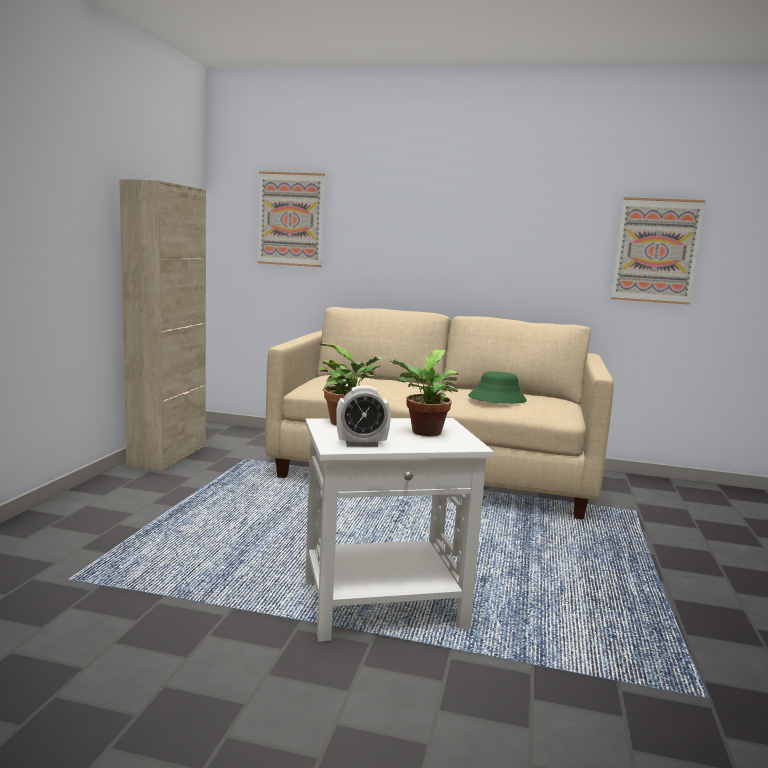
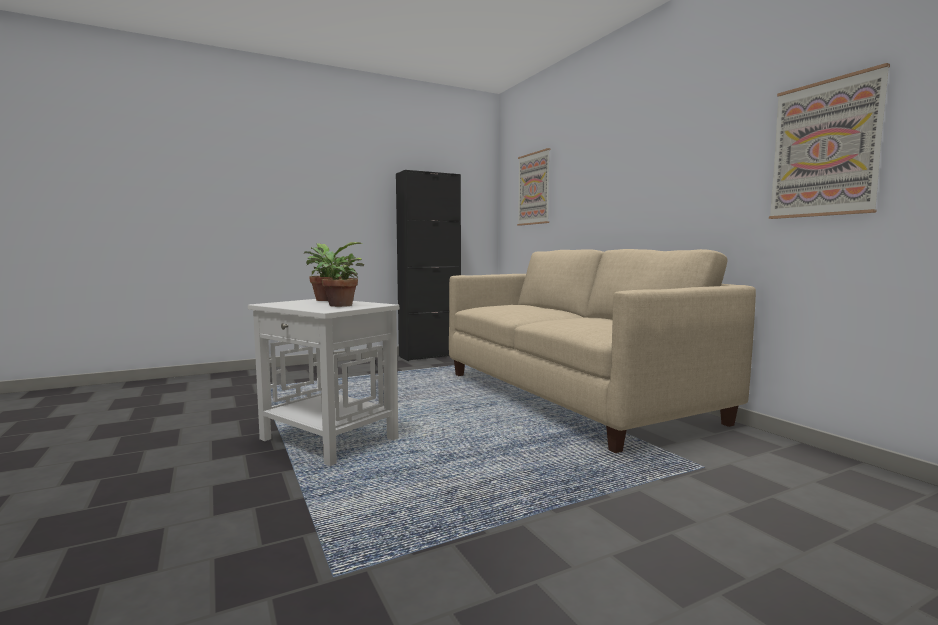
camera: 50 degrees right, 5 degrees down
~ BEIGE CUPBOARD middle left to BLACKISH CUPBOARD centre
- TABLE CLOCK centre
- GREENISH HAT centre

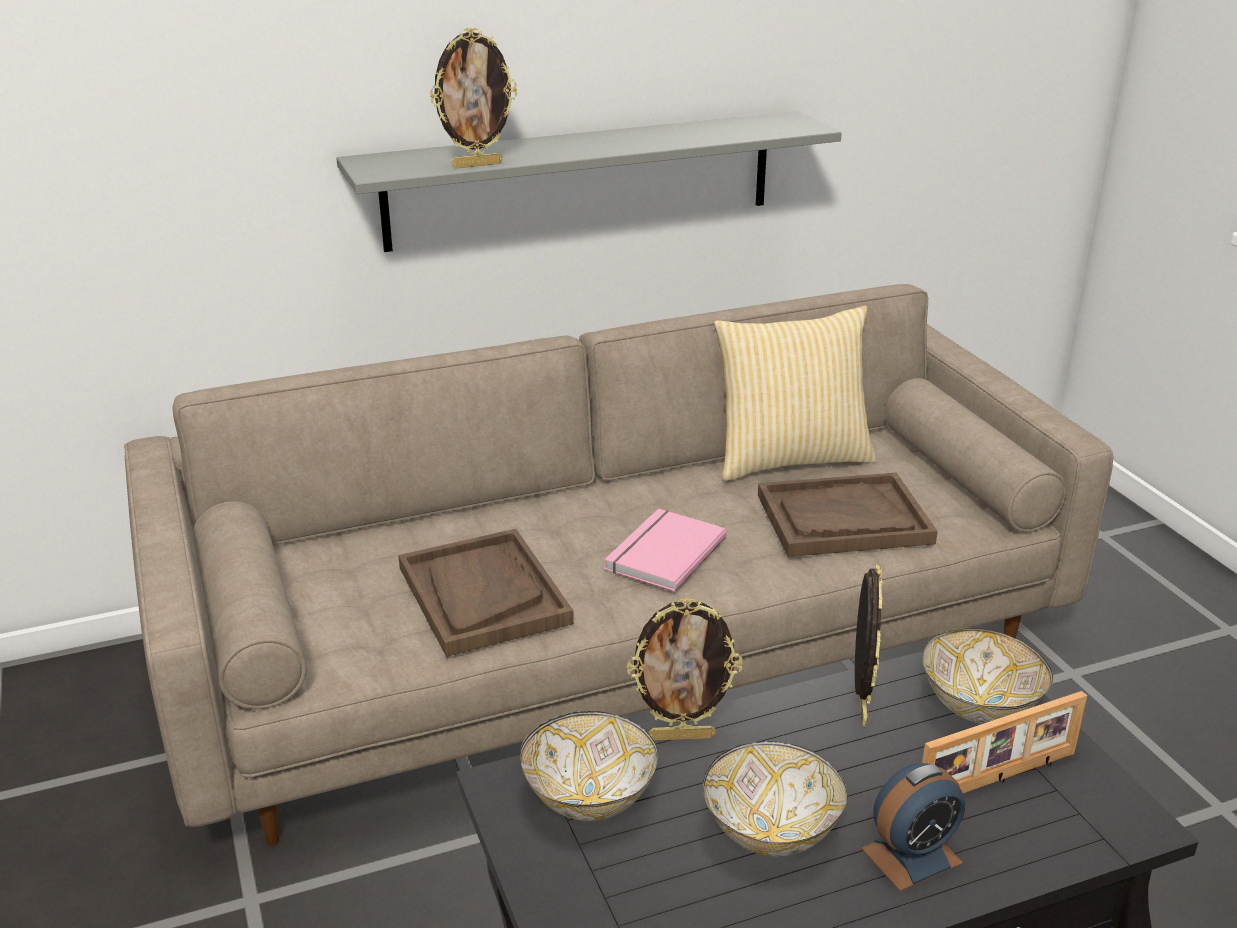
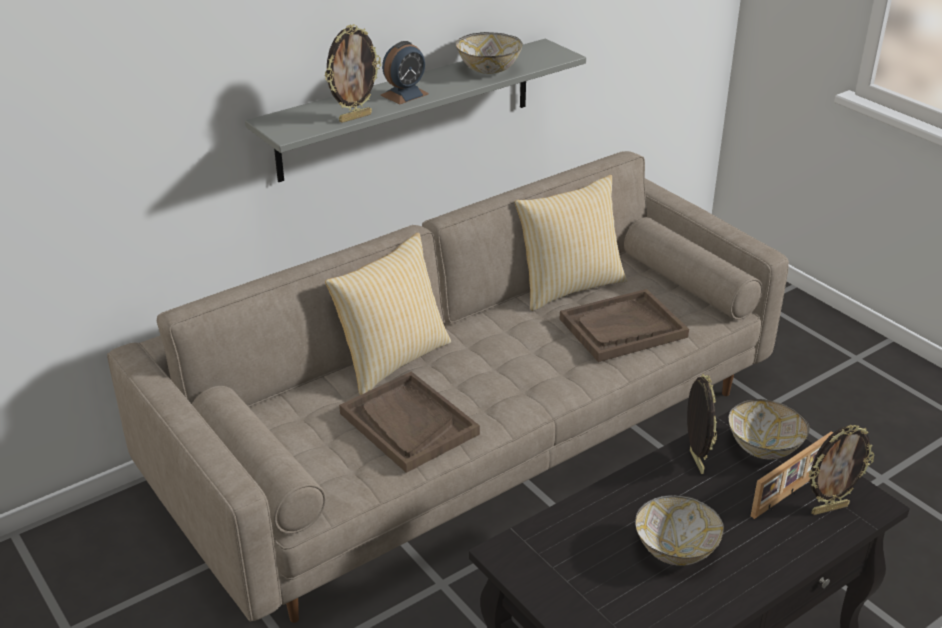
camera: 15 degrees left, 5 degrees up
~ BOWL (no. 1 from left) bottom centre to top centre
- PINK VOLUME centre
~ PHOTO FRAME (no. 2 from left in the first image) bottom centre to PHOTO FRAME (no. 4 from left) bottom right
~ TABLE CLOCK bottom right to top centre
+ THROW PILLOW (no. 1 from left) centre

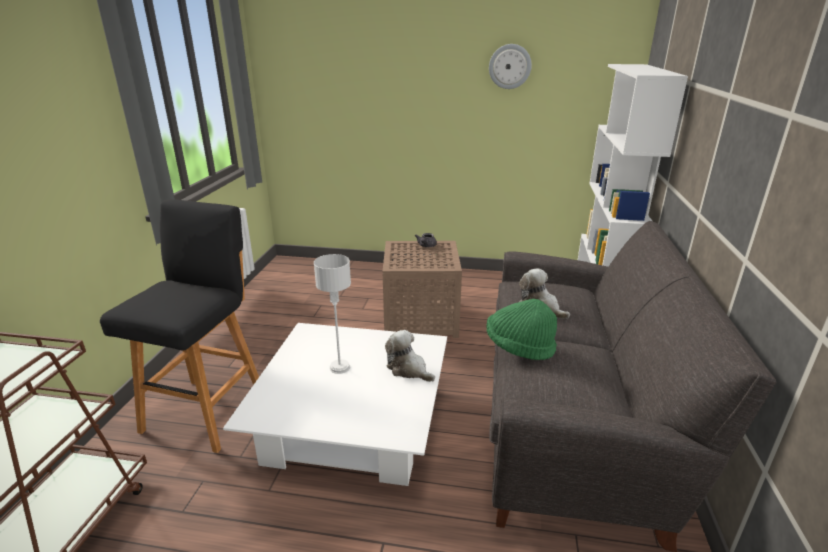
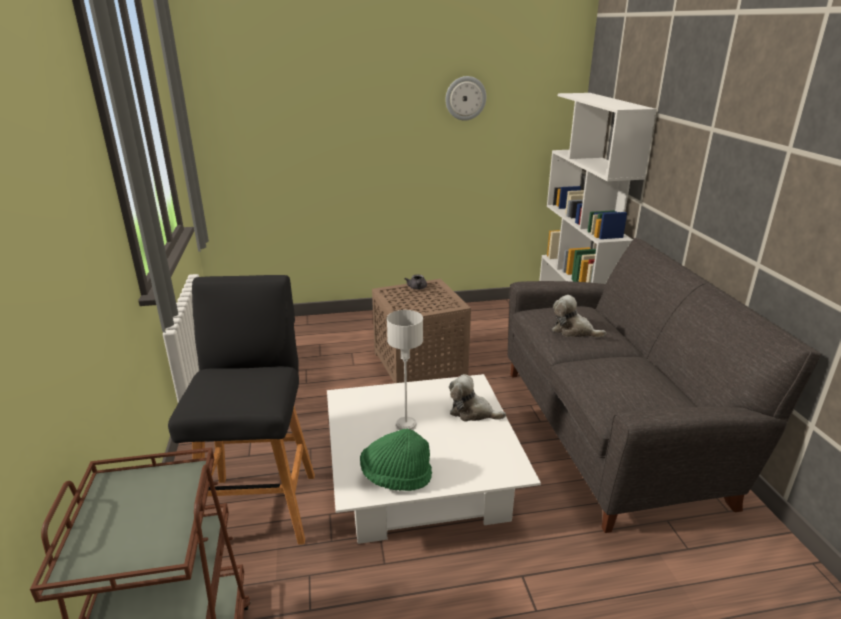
camera: 20 degrees left, 0 degrees up
~ GREENISH HAT centre to bottom centre

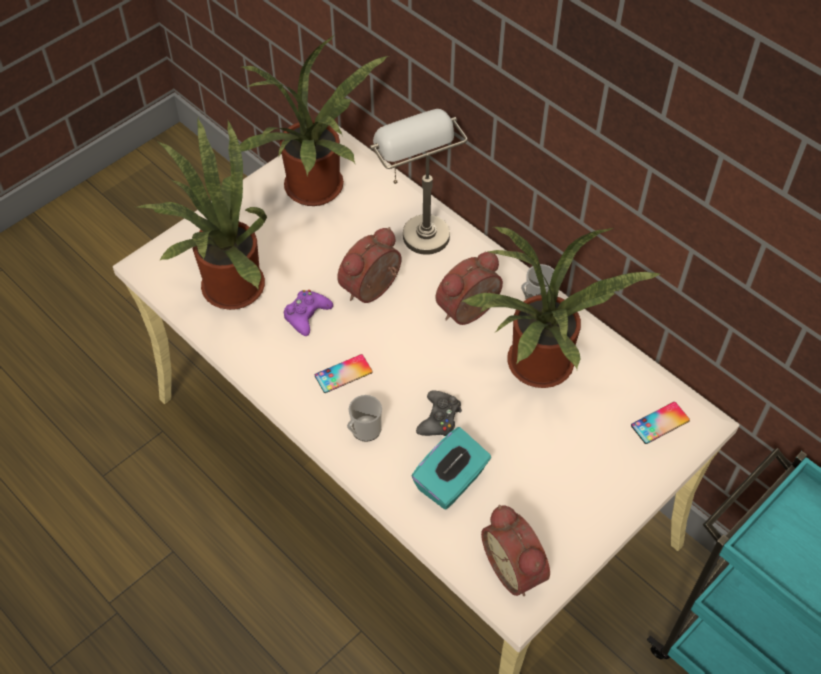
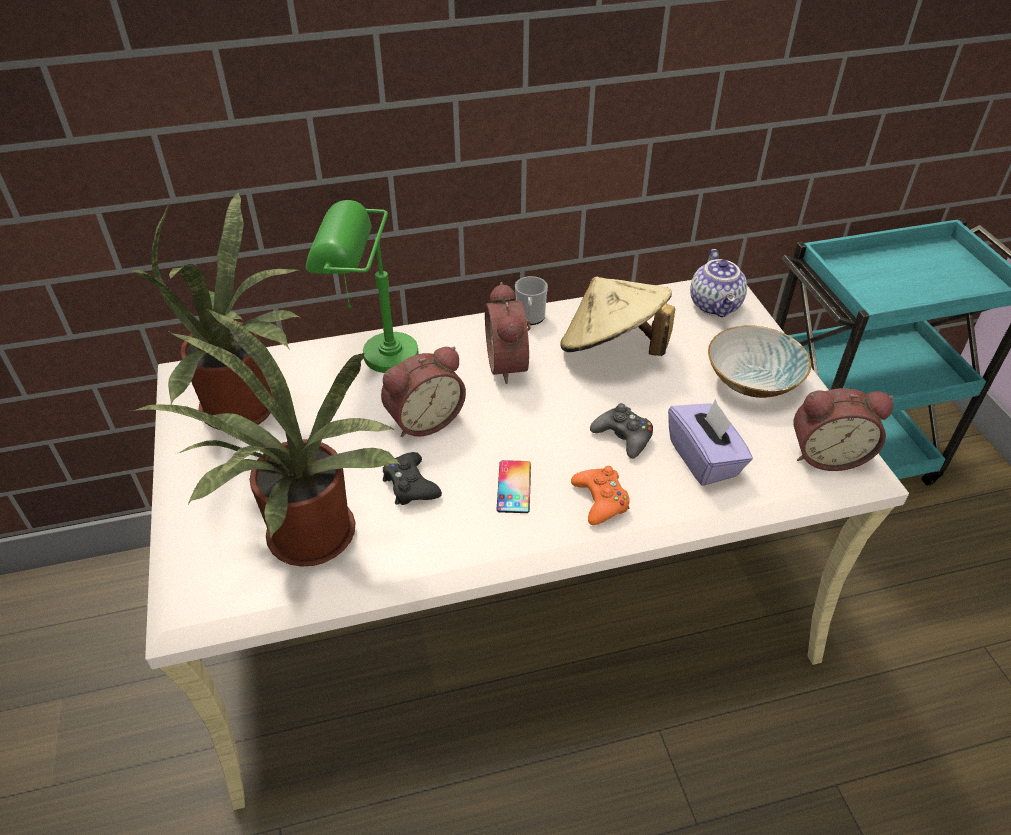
camera: 60 degrees left, 10 degrees down
~ PURPLISH GAME CONTROLLER centre to BLACKISH GAME CONTROLLER (no. 1 from left) centre
~ TABLE CLOCK (no. 1 from left) centre = centre 105 degrees counterclockwise
~ COFFEE MUG (no. 1 from left) centre to ORANGE GAME CONTROLLER centre
~ GREY TABLETOP LAMP top centre to GREENISH TABLETOP LAMP centre
~ BLUE-GREEN BOX OF TISSUES bottom centre to PURPLISH BOX OF TISSUES middle right
~ PLANT IN A POT (no. 3 from left) middle right to BEIGE HAT centre
~ PHONE (no. 2 from left) middle right to POT FOR TEA middle right
+ BOWL middle right

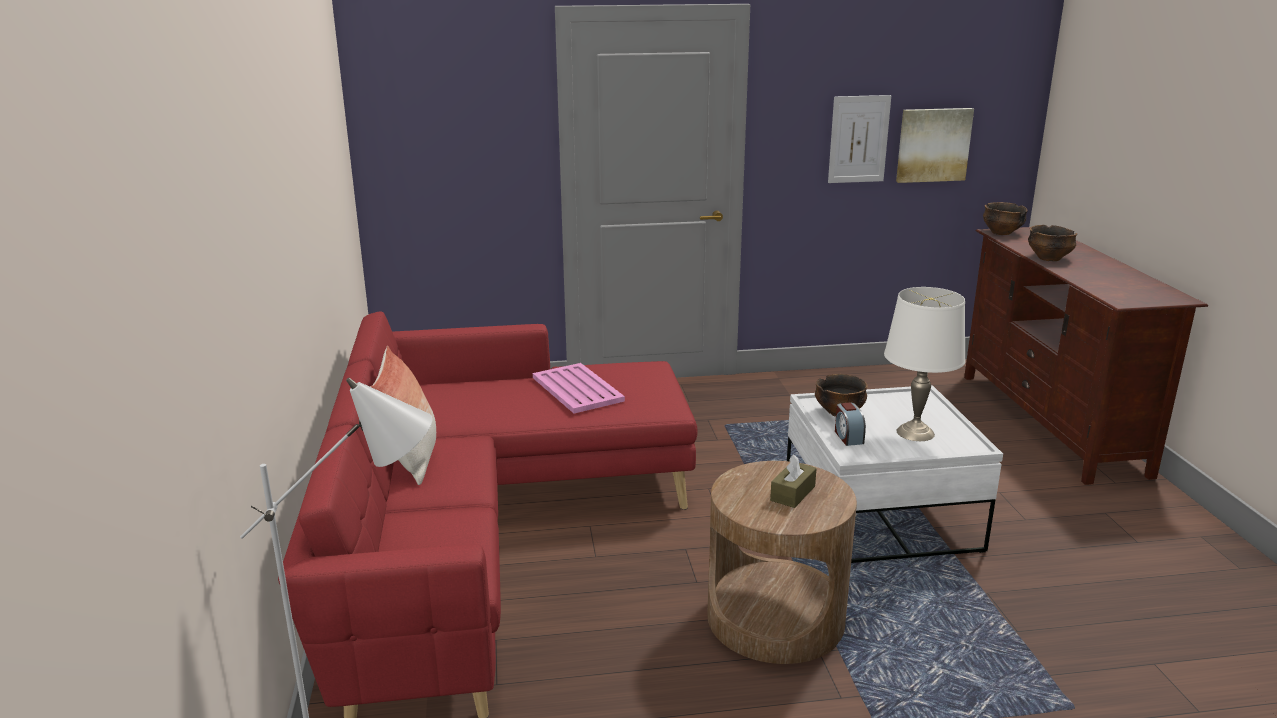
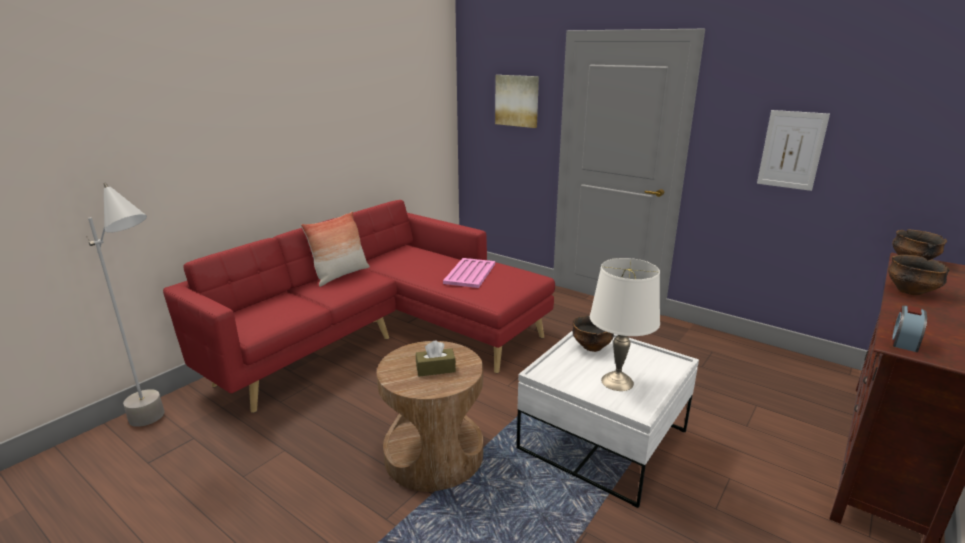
camera: 45 degrees right, 0 degrees up
~ TABLE CLOCK centre to middle right
~ PICTURE (no. 2 from left in the first image) top right to PICTURE (no. 1 from left) top centre

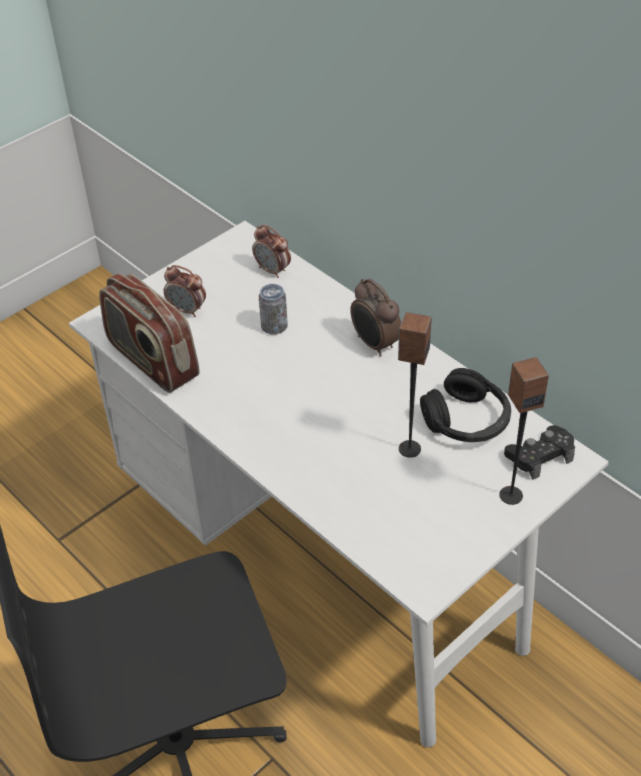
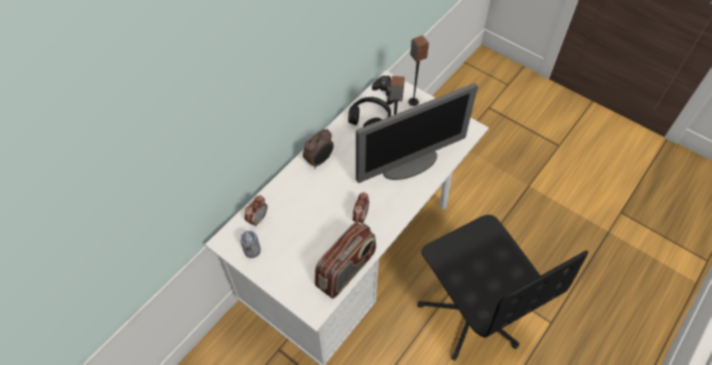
camera: 100 degrees left, 10 degrees up
~ TABLE CLOCK (no. 1 from left in the first image) middle left to TABLE CLOCK (no. 3 from left) centre
~ SEALED CAN centre to bottom centre
+ COMPUTER SCREEN centre

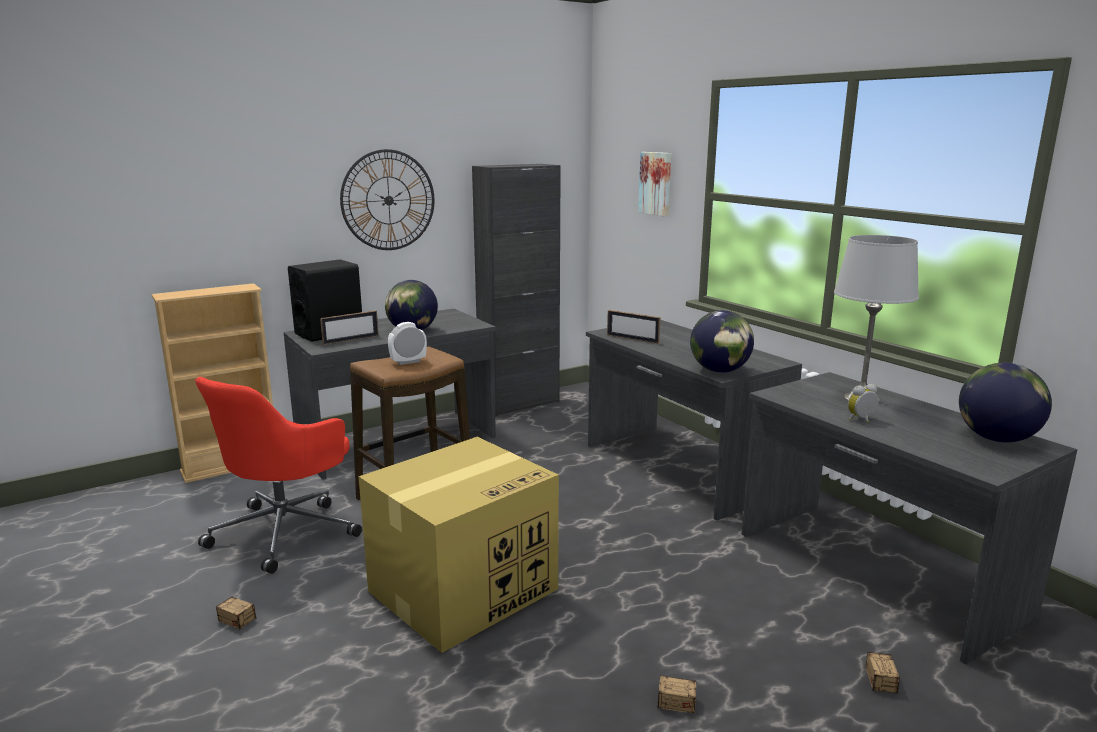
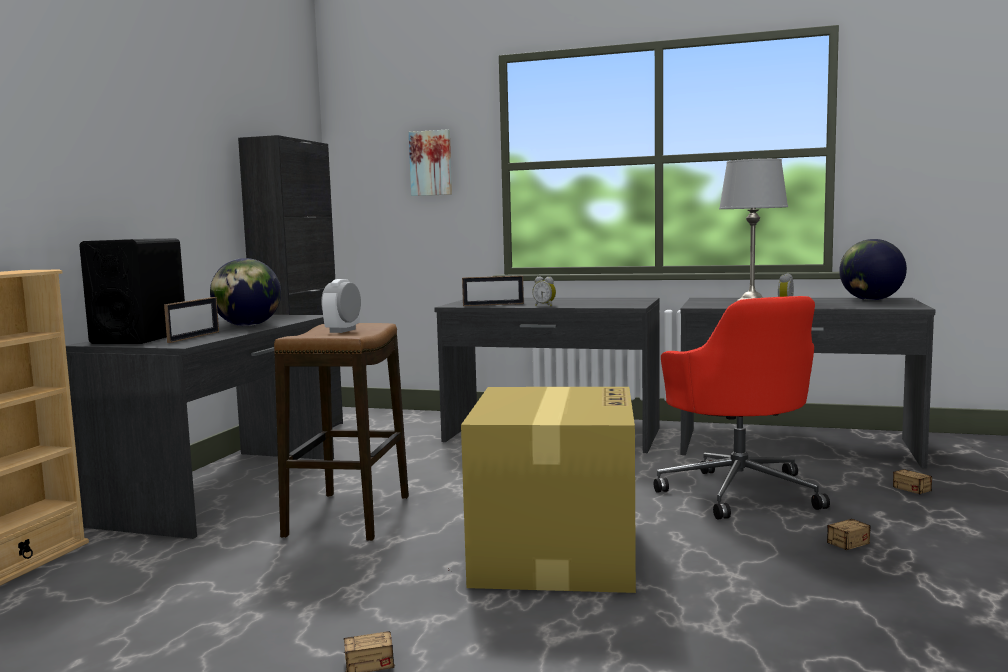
camera: 40 degrees left, 10 degrees down
~ RED-COLOURED COMPUTER CHAIR middle left to middle right
- CLOCK ON THE WALL top centre
- DESK GLOBE (no. 2 from left) centre
+ TABLE CLOCK (no. 2 from left) centre

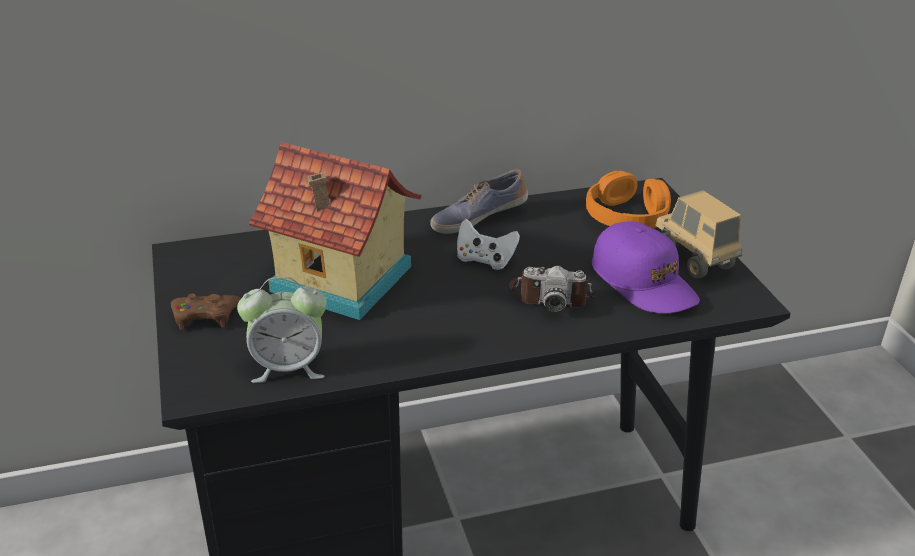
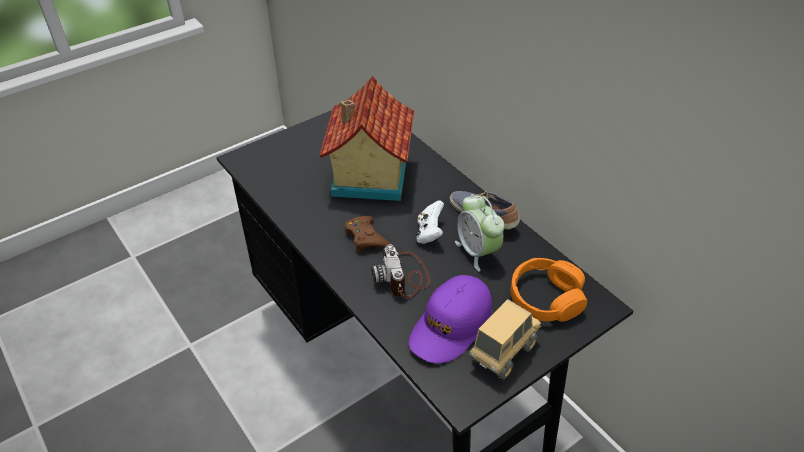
camera: 70 degrees right, 10 degrees up
~ BROWNISH GAME CONTROLLER middle left to centre
~ TABLE CLOCK middle left to centre

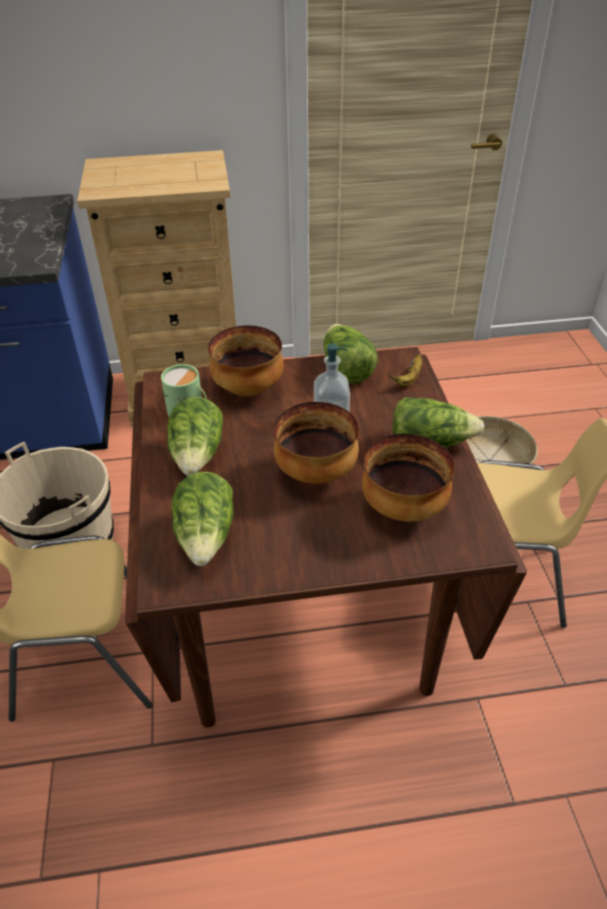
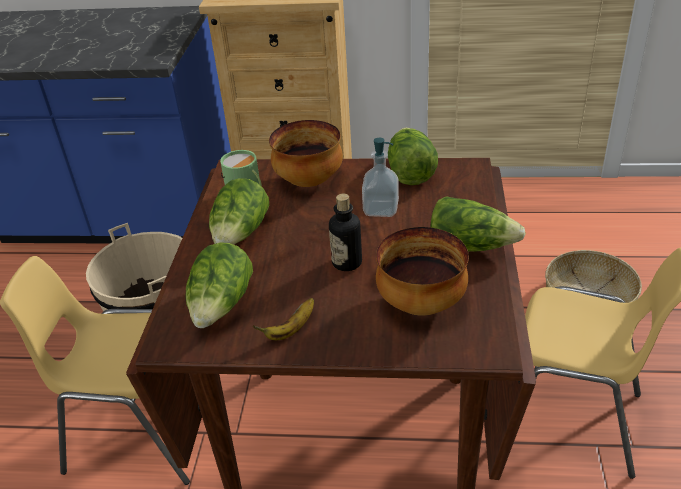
camera: 15 degrees right, 5 degrees down
~ BOWL (no. 2 from left) centre to BEVERAGE BOTTLE centre
~ BANANA middle right to centre

